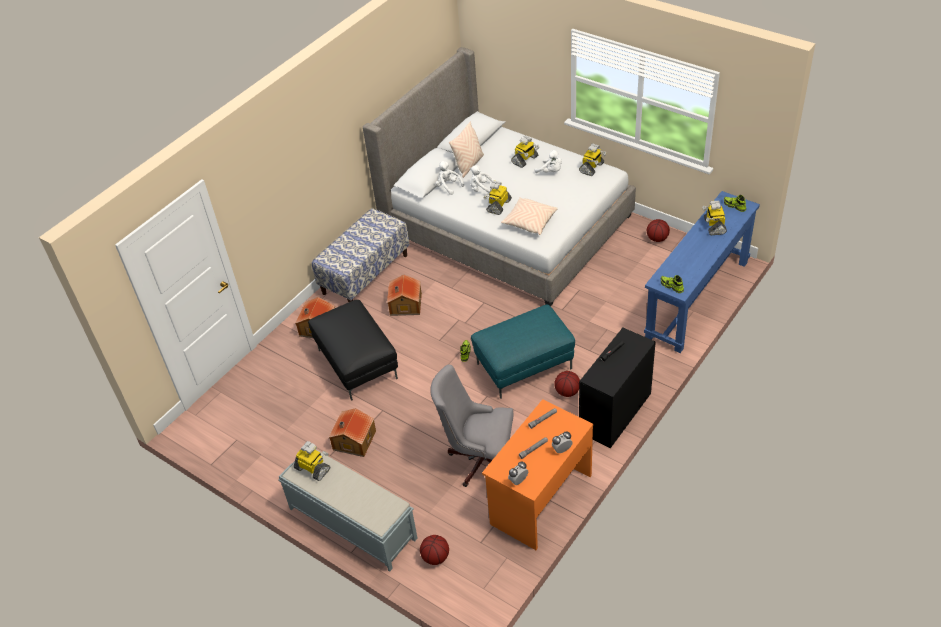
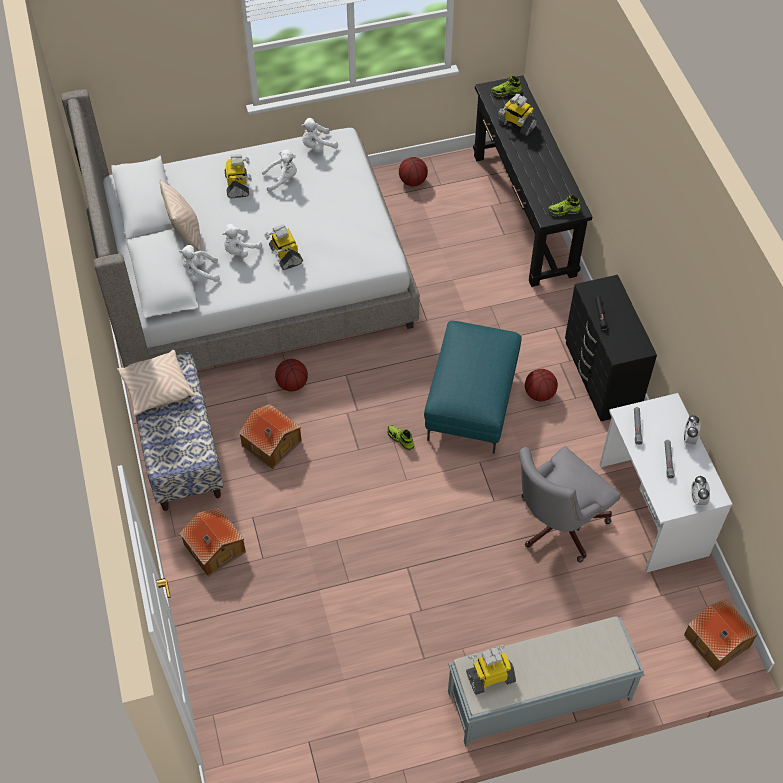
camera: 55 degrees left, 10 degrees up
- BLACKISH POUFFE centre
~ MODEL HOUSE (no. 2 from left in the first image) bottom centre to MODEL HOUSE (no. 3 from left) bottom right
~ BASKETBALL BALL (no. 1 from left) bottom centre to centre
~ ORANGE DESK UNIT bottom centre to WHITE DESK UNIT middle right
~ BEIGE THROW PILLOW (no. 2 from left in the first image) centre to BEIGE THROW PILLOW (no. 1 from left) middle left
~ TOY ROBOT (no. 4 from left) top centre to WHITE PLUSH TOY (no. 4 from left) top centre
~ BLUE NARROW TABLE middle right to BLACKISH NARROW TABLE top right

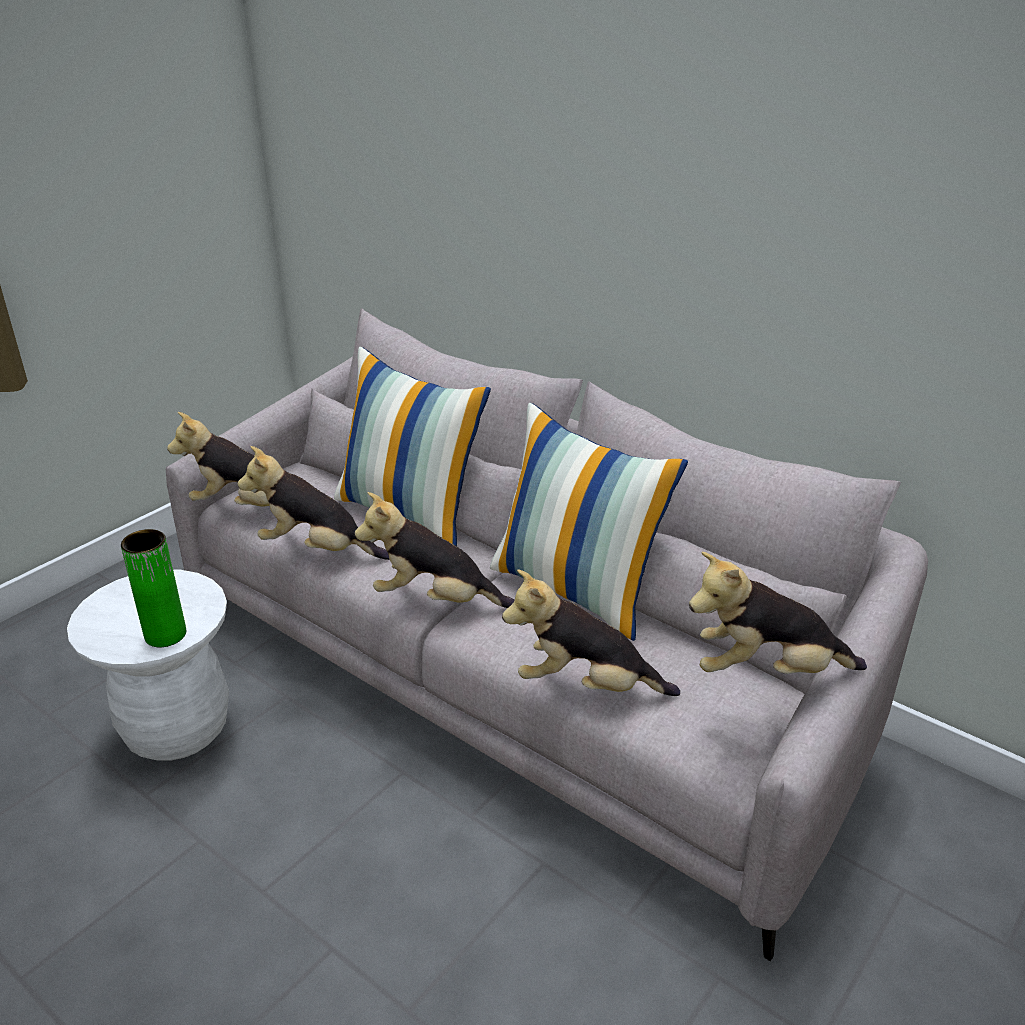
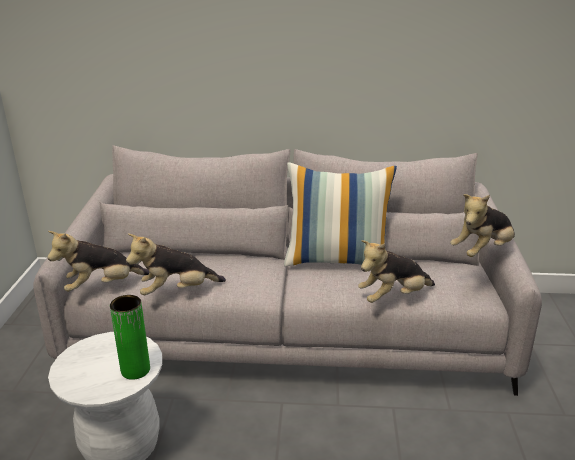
camera: 35 degrees left, 5 degrees down
- THROW PILLOW (no. 1 from left) centre
- PLUSH TOY (no. 3 from left) centre

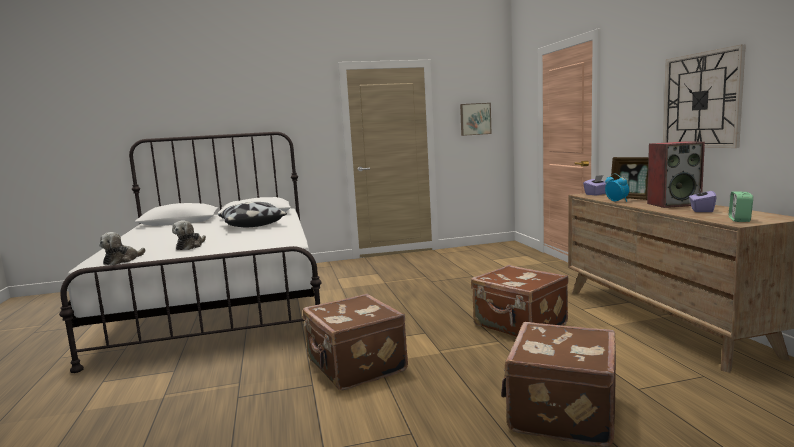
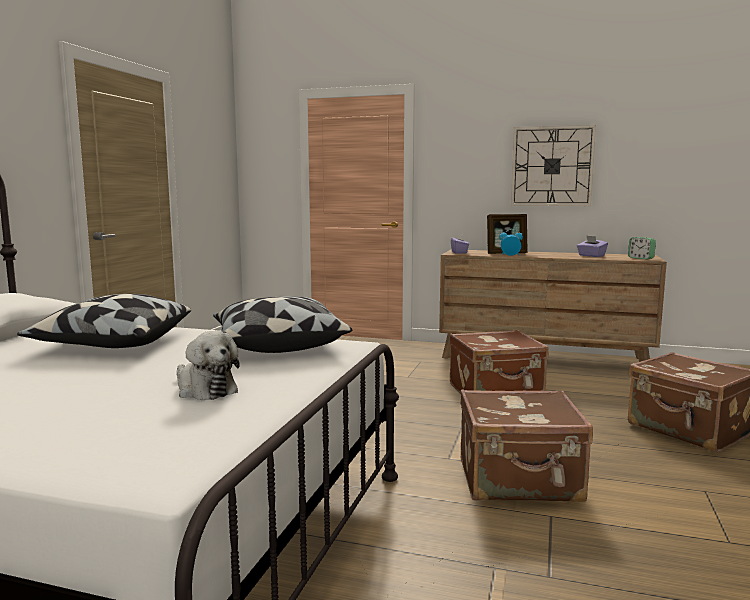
camera: 60 degrees left, 0 degrees up
- PLUSH TOY (no. 1 from left) middle left
- PICTURE top centre
- AUDIO SPEAKER middle right
+ THROW PILLOW (no. 2 from left) centre

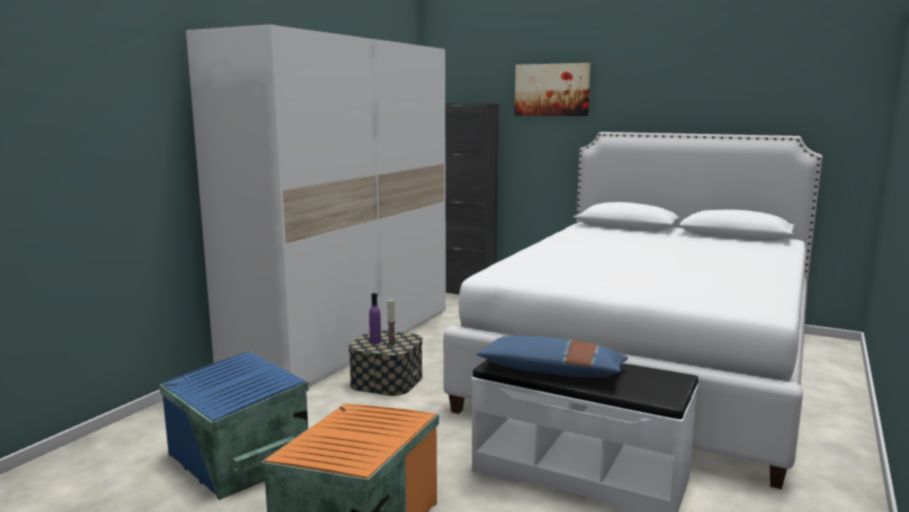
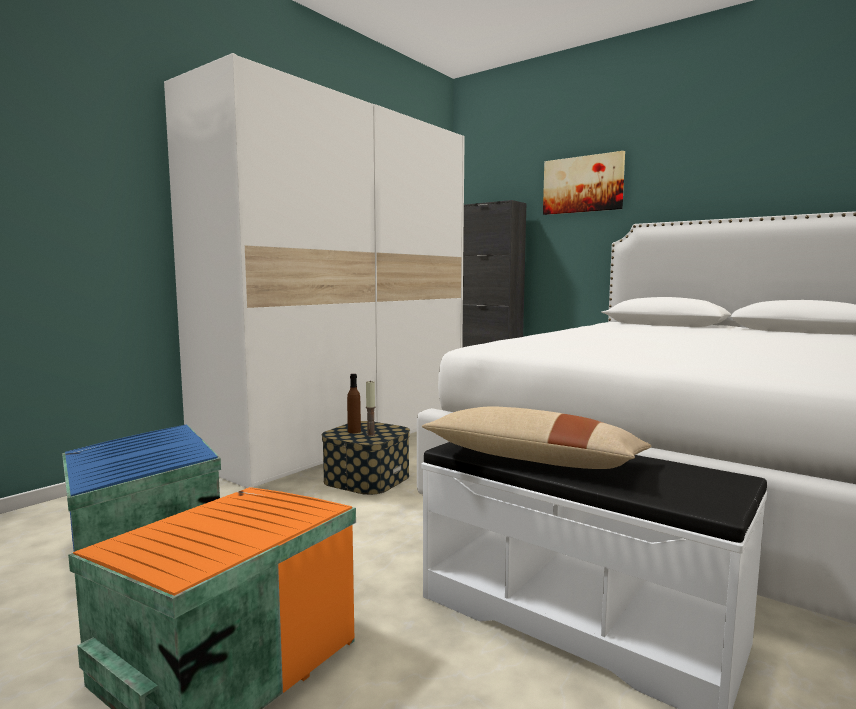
camera: 10 degrees right, 5 degrees down
~ PURPLISH BEVERAGE BOTTLE centre to BROWNISH BEVERAGE BOTTLE centre
~ BLUE THROW PILLOW bottom centre to BEIGE THROW PILLOW centre

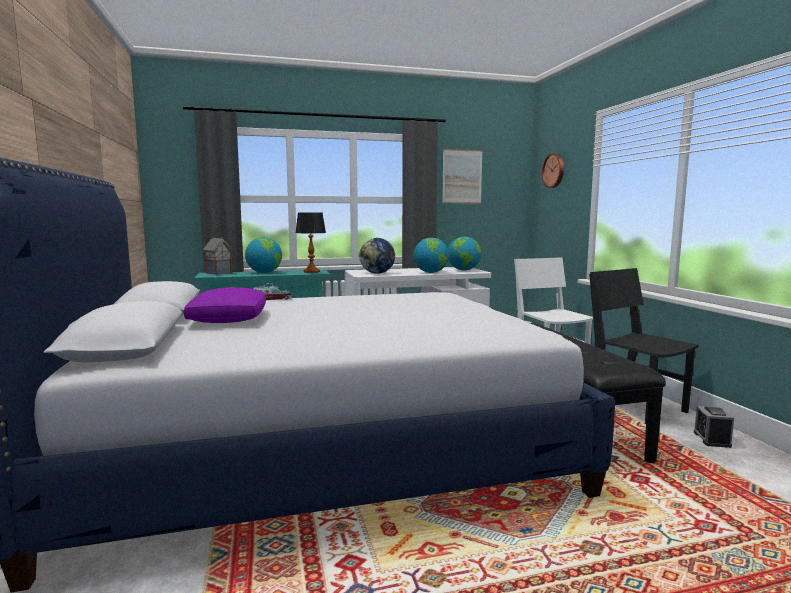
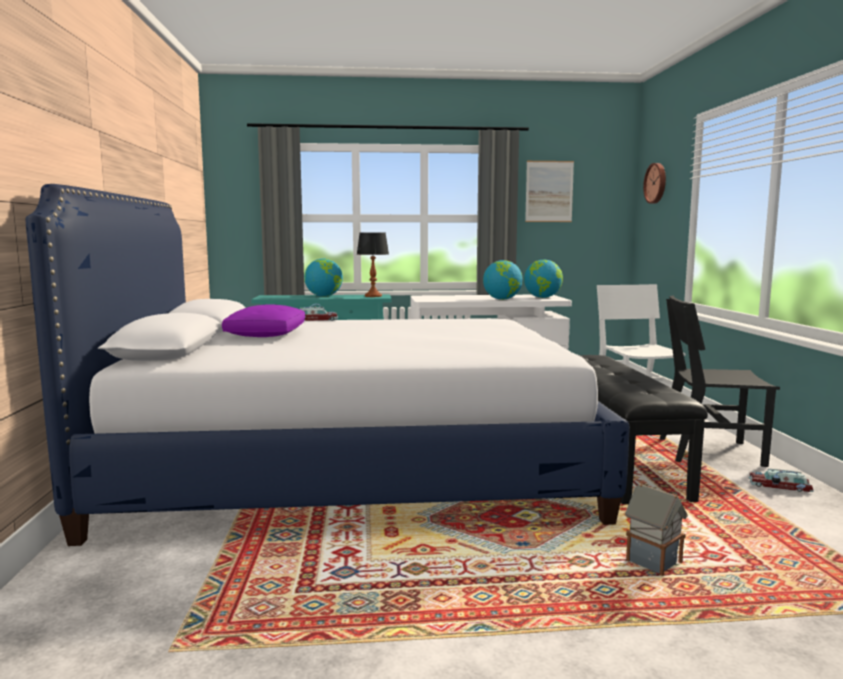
camera: 10 degrees right, 0 degrees up
~ MODEL HOUSE middle left to bottom right
- DESK GLOBE (no. 2 from left) centre
~ BLACKISH UPRIGHT CHAIR middle right = middle right 60 degrees counterclockwise
~ TABLE CLOCK bottom right to MODEL CAR (no. 2 from left) bottom right

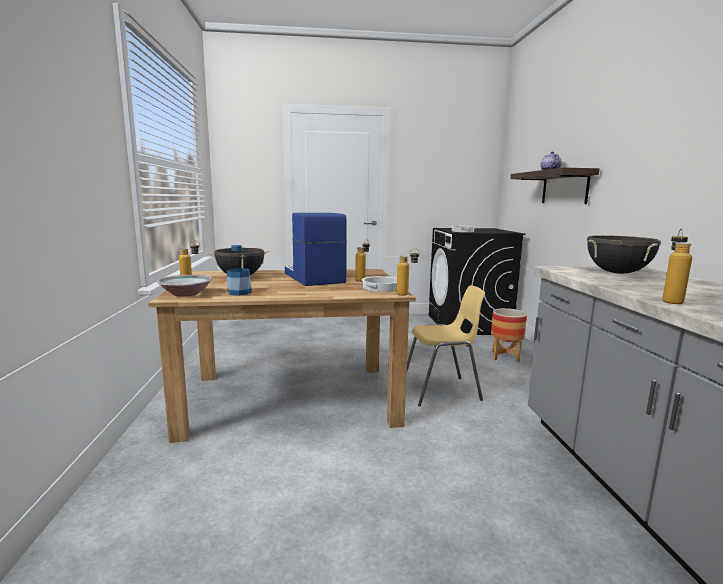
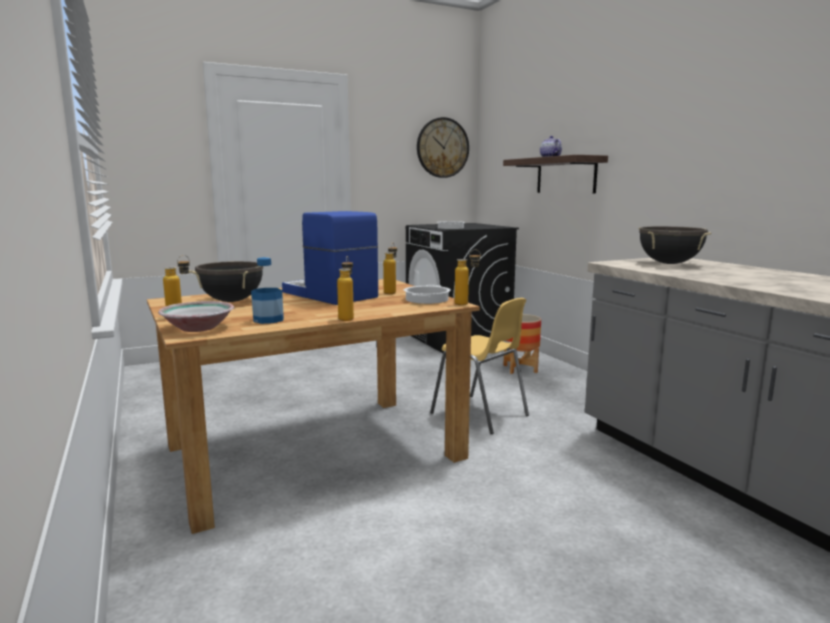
camera: 20 degrees left, 0 degrees up
~ YELLOW UPRIGHT CHAIR centre = centre 75 degrees clockwise
~ BEVERAGE BOTTLE (no. 5 from left in the first image) middle right to BEVERAGE BOTTLE (no. 3 from left) centre
+ CLOCK ON THE WALL top centre

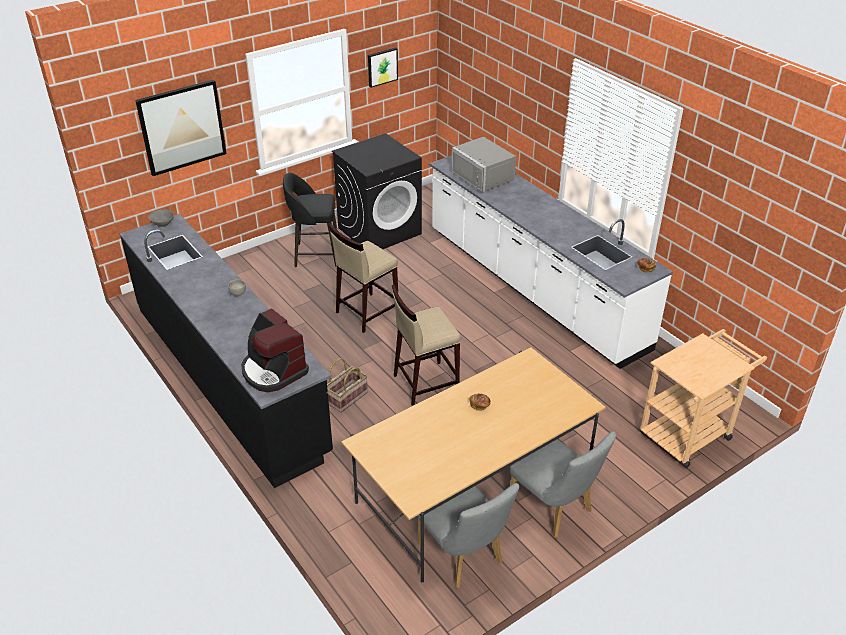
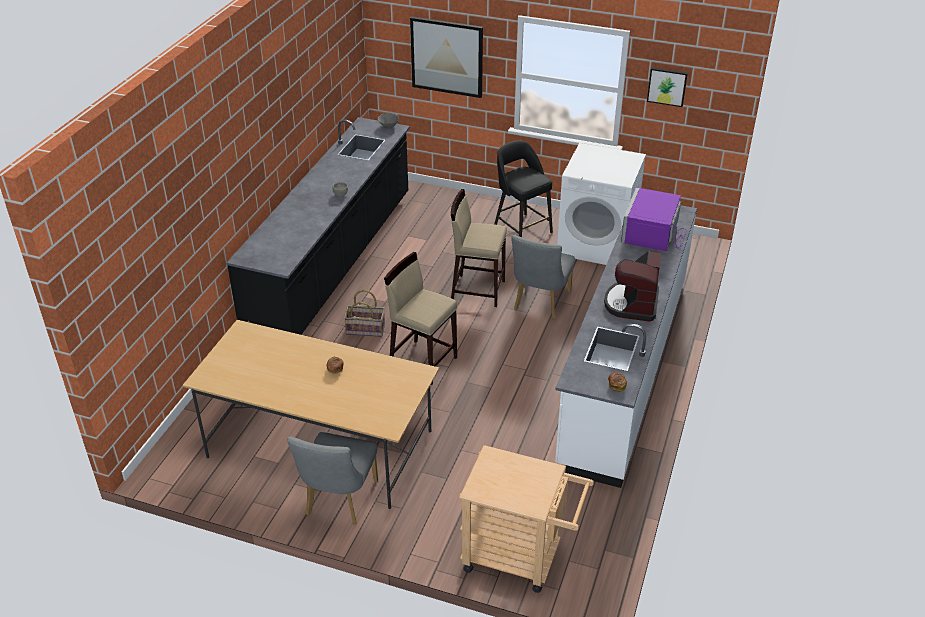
camera: 55 degrees right, 0 degrees up
~ COFFEE BREWER middle left to middle right
~ BLACKISH WASHING MACHINE top centre to WHITE WASHING MACHINE top centre
~ GREY UPRIGHT CHAIR (no. 1 from left in the first image) bottom centre to GREY UPRIGHT CHAIR (no. 2 from left) centre
~ GREY KITCHEN MICROWAVE top centre to PURPLISH KITCHEN MICROWAVE middle right

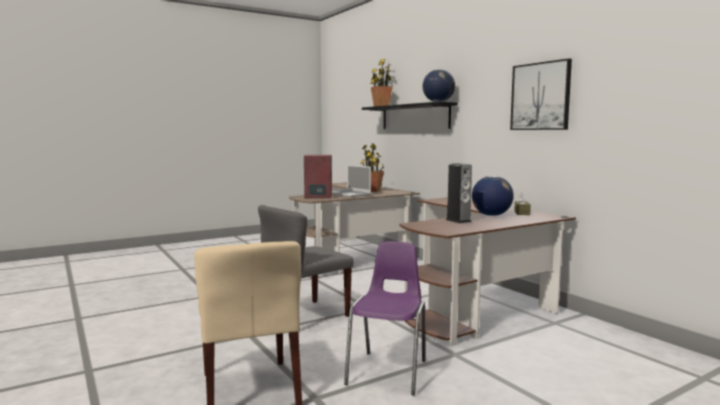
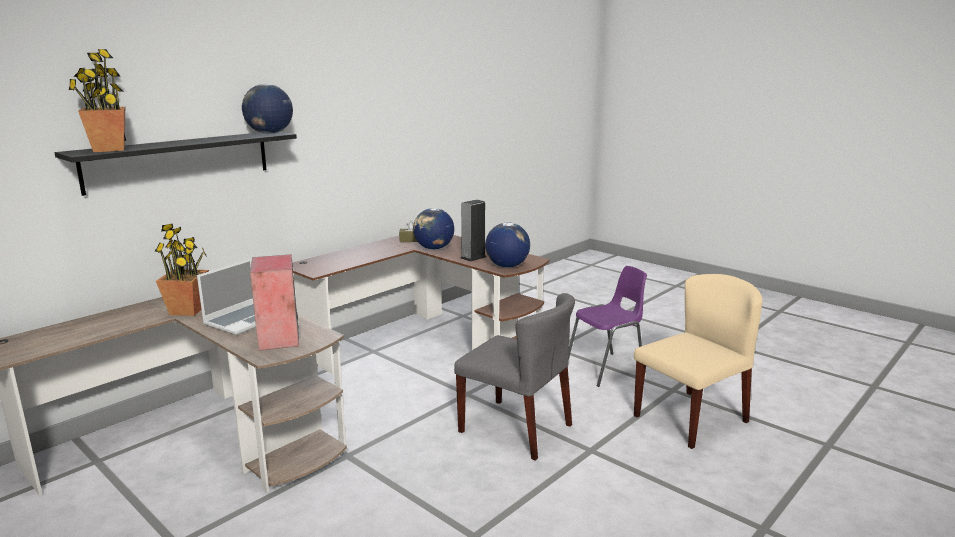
camera: 105 degrees left, 10 degrees up
~ PURPLISH UPRIGHT CHAIR bottom centre = centre 150 degrees clockwise
- PICTURE top right
+ DESK GLOBE (no. 3 from left) centre

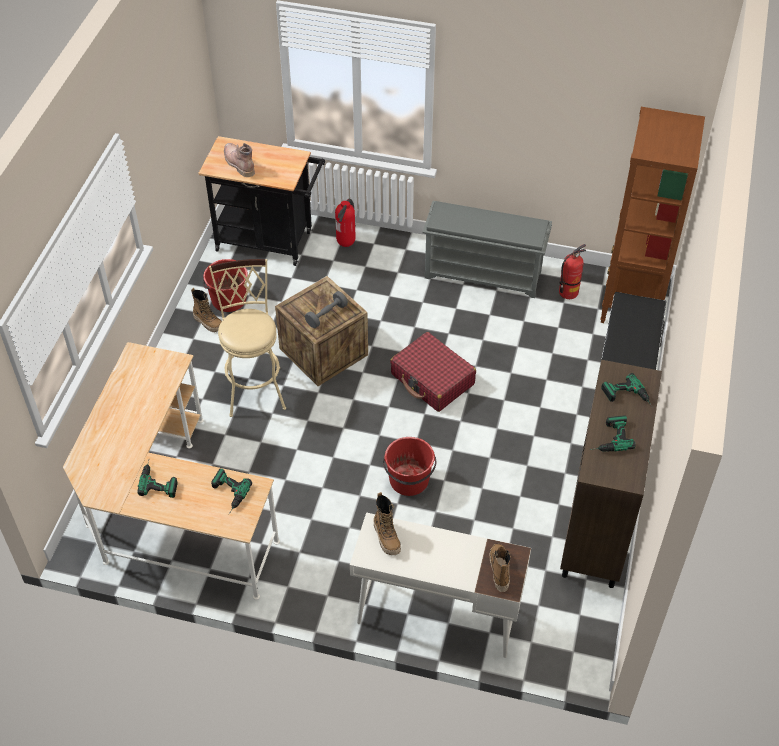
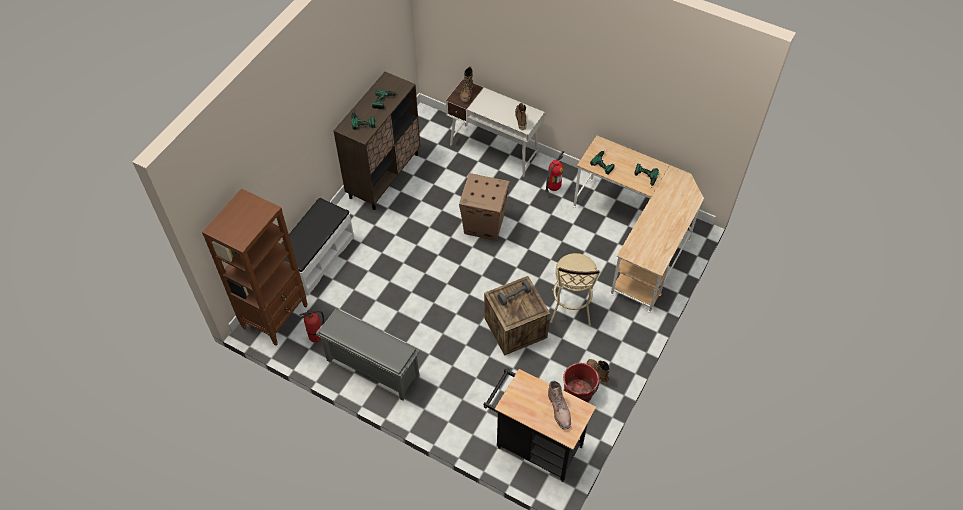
camera: 165 degrees left, 5 degrees up
~ EXTINGUISHER (no. 1 from left in the first image) top centre to EXTINGUISHER (no. 2 from left) centre
~ RED-COLOURED PAIL (no. 2 from left) centre to CARDBOARD BOX centre
- RED-COLOURED PIECE OF LUGGAGE centre

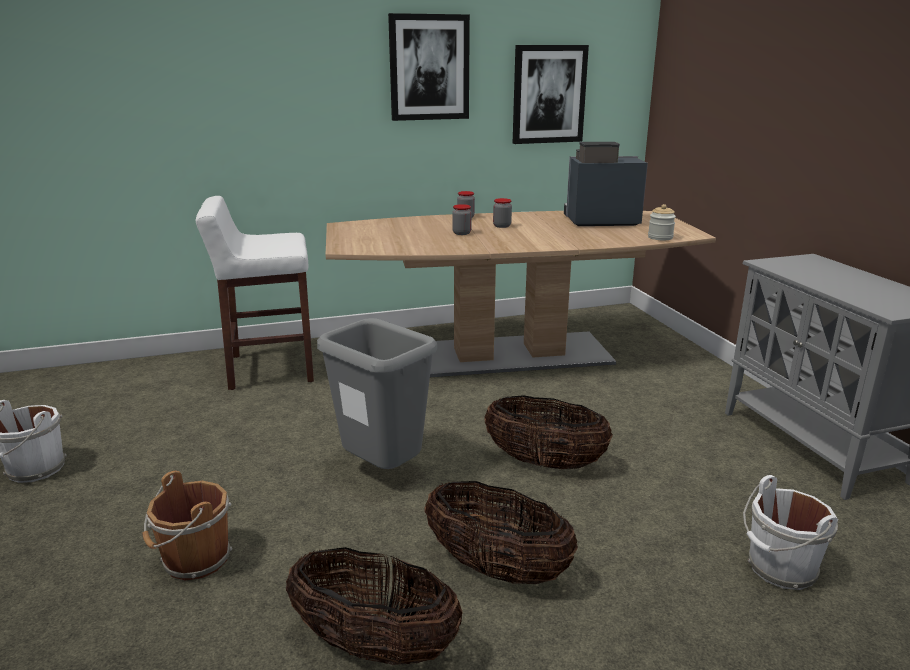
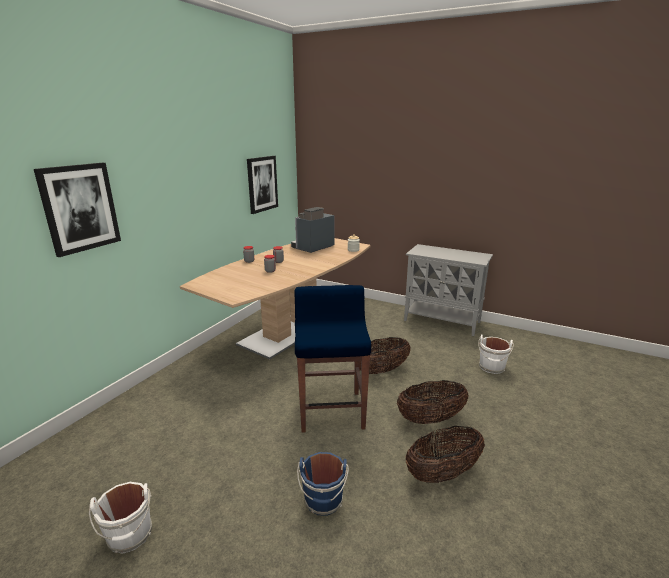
camera: 45 degrees left, 0 degrees up
~ BROWNISH PAIL bottom left to BLUE PAIL bottom centre
- WHITE STOOL middle left
~ GREY RUBBISH BIN centre to BLUE STOOL centre
~ PICTURE (no. 1 from left) top centre to middle left

